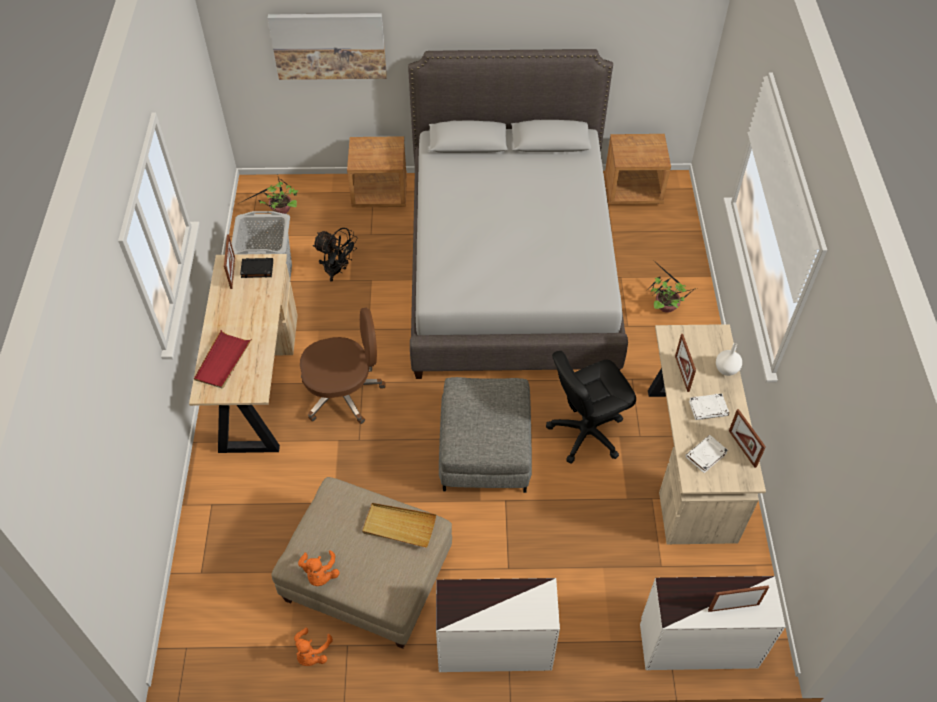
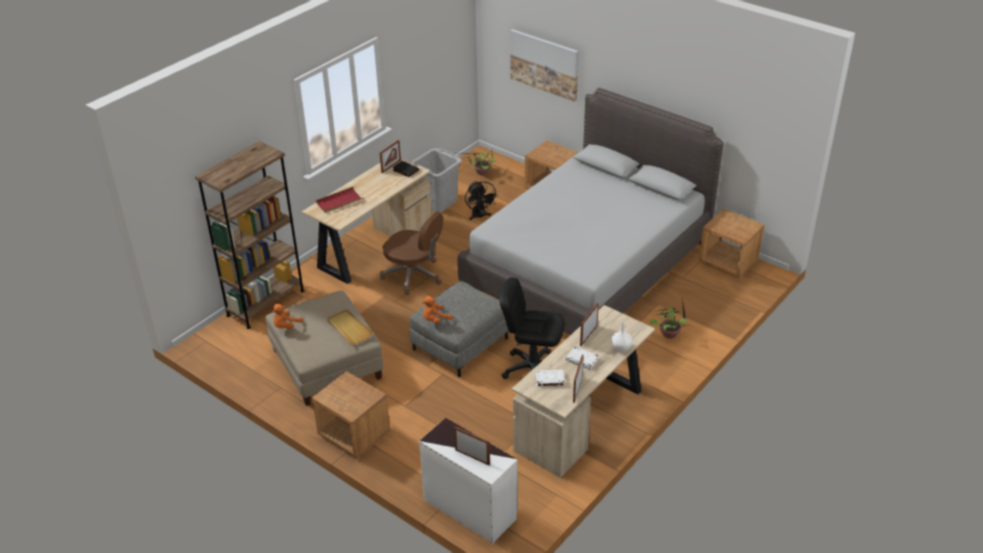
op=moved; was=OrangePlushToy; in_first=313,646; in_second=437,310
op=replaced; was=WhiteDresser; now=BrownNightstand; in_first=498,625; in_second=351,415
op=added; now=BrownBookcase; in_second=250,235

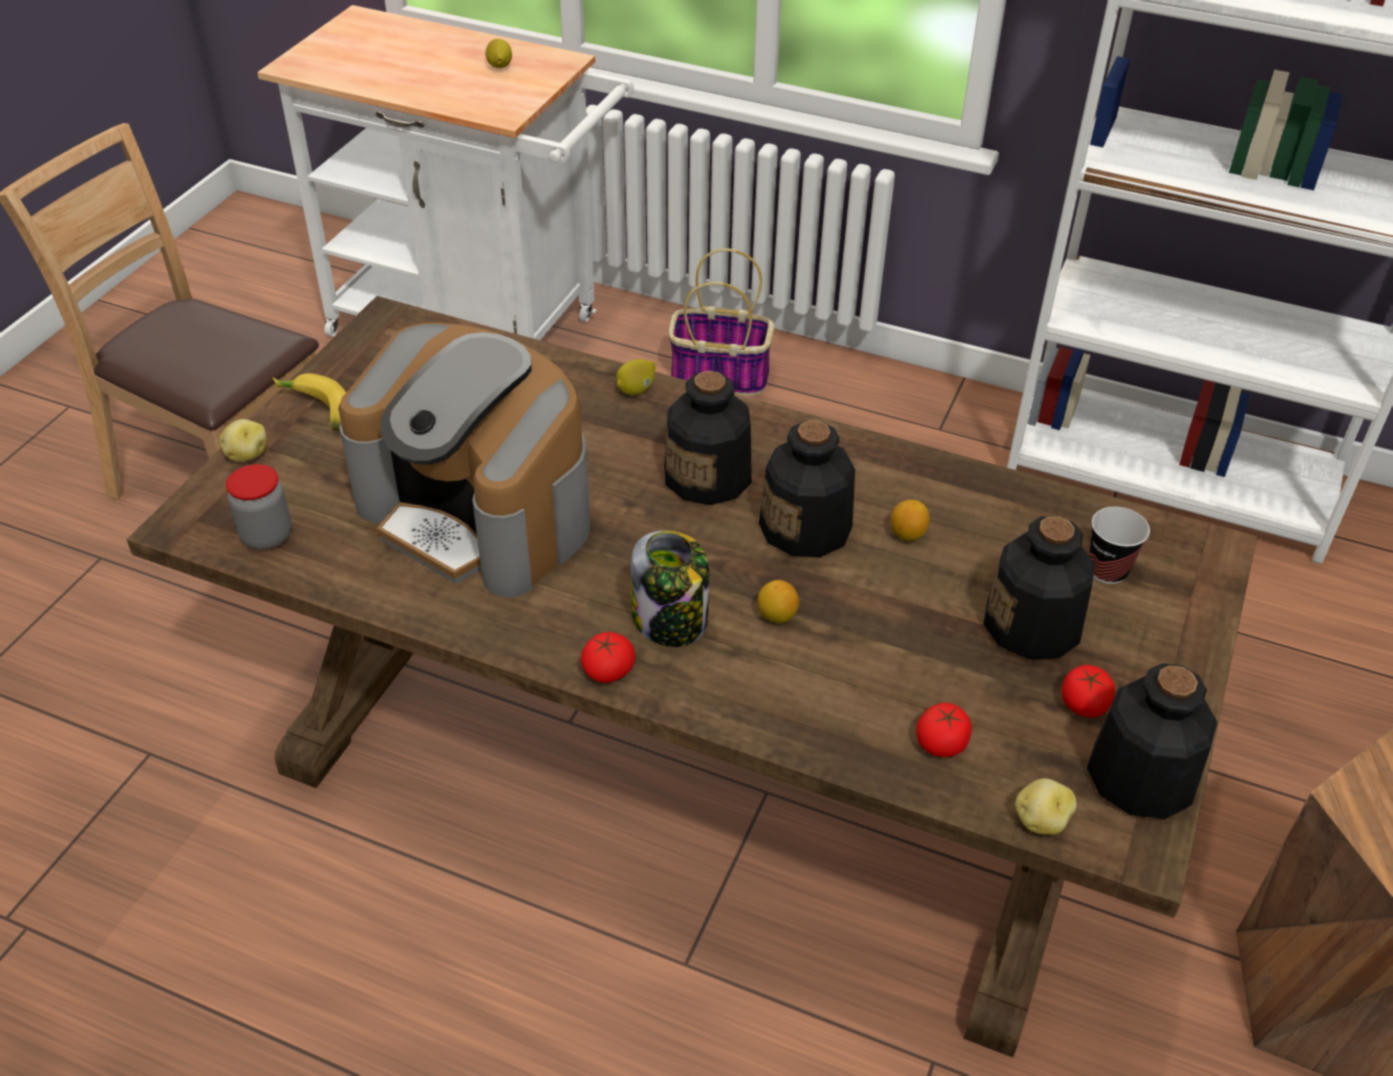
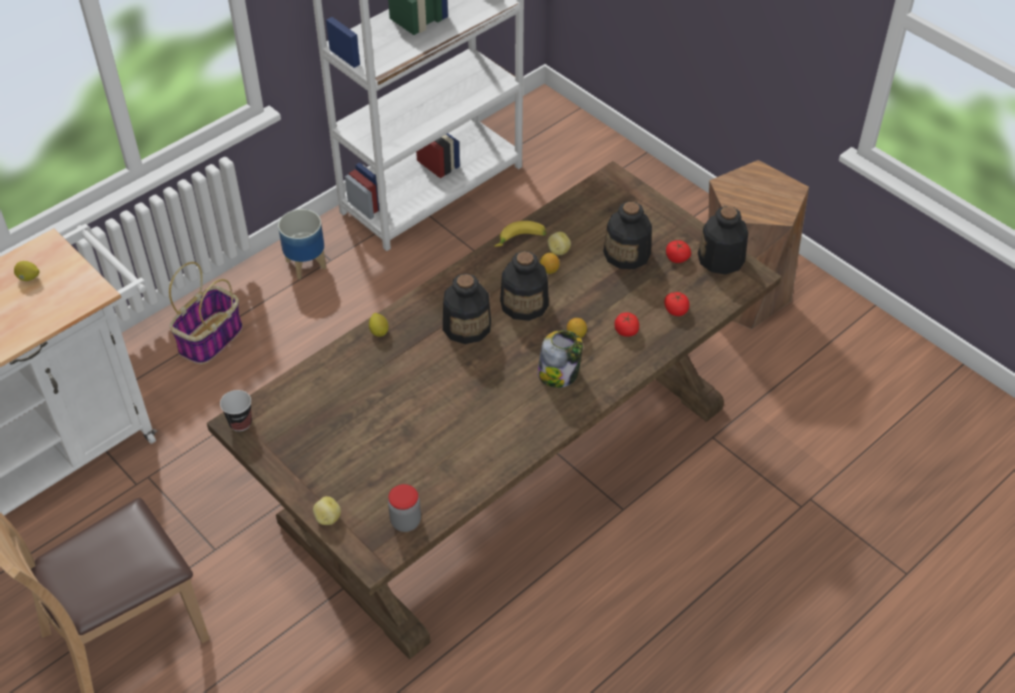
op=moved; was=Banana; in_first=309,402; in_second=520,234
op=removed; was=CoffeeMachine; in_first=464,459
op=moved; was=Tomato; in_first=608,657; in_second=626,324
op=moved; was=Potato; in_first=1046,807; in_second=559,243
op=moved; was=Cup; in_first=1119,545; in_second=236,410
op=added; now=Planter; in_second=302,244

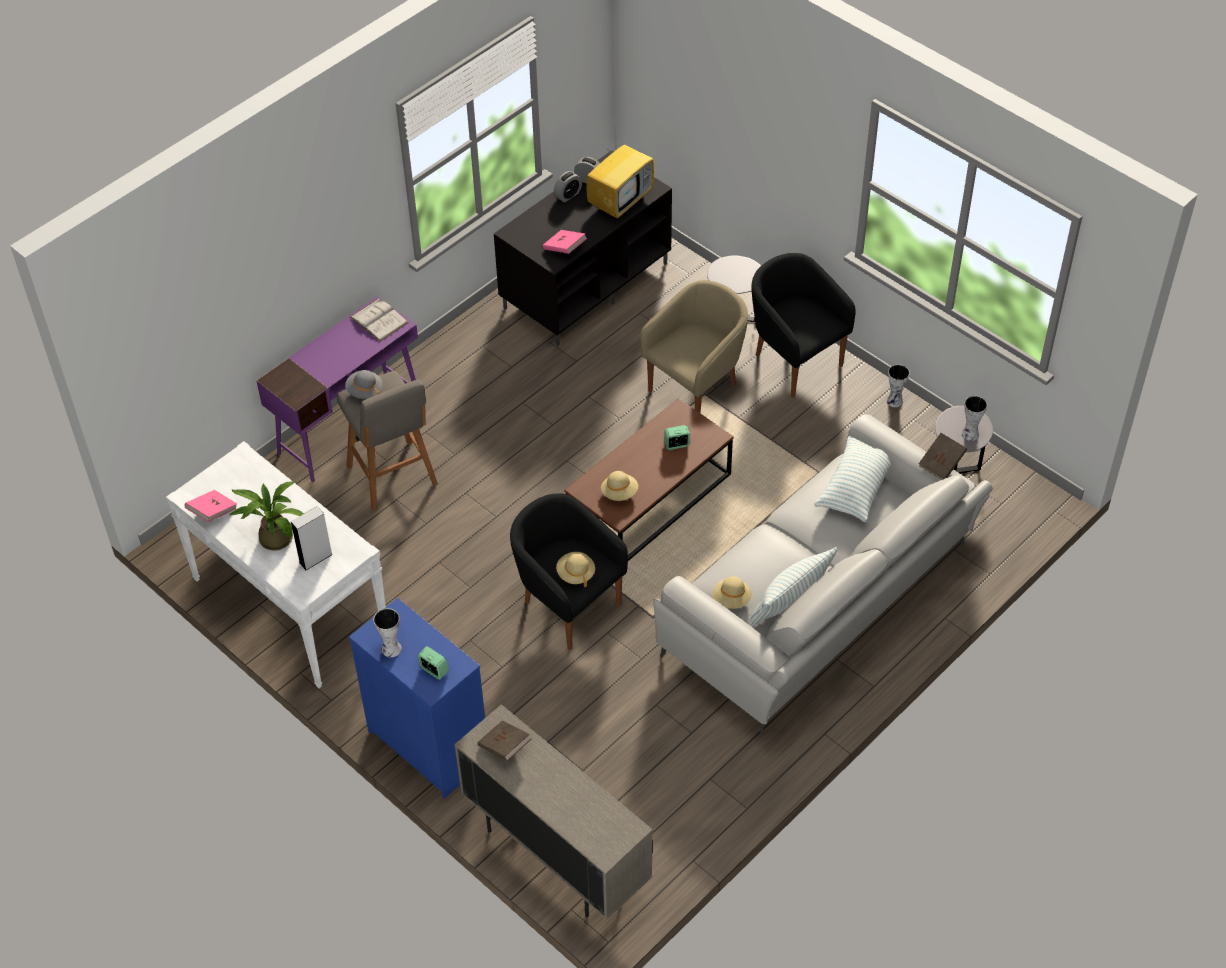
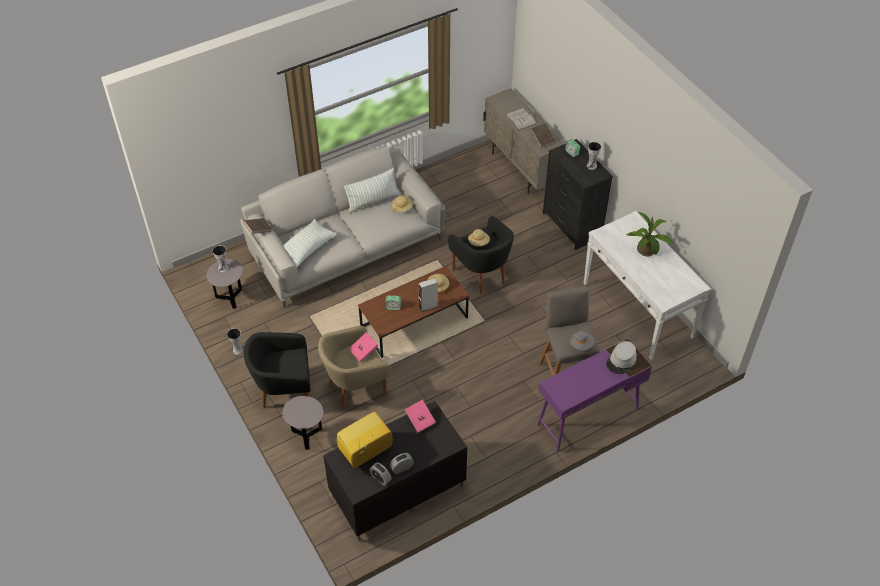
op=moved; was=PinkBook; in_first=210,506; in_second=364,347
op=moved; was=GreySpeaker; in_first=312,538; in_second=428,295
op=recoloured; was=BlueDresser; now=BlackDresser; in_first=417,698; in_second=578,194
op=moved; was=WhiteBook; in_first=379,320; in_second=521,119
op=turned; was=BlackArmchair; in_first=803,325; in_second=277,370; clockwise=105
op=added; now=GreyHat; in_second=621,357

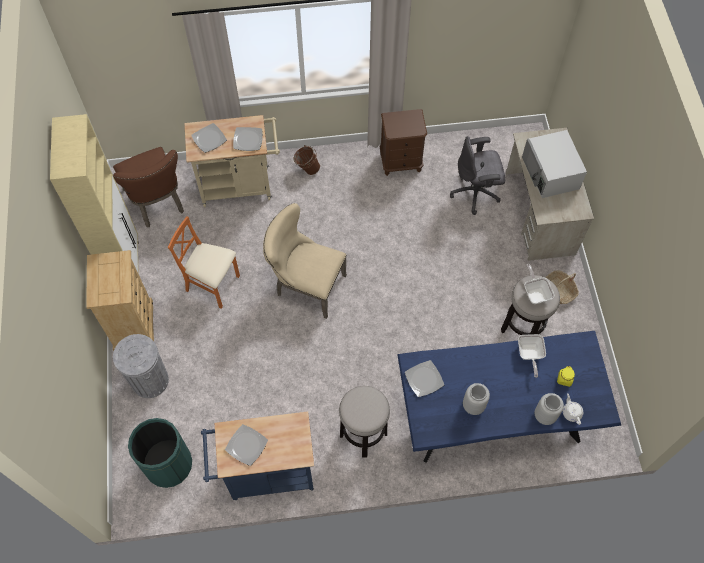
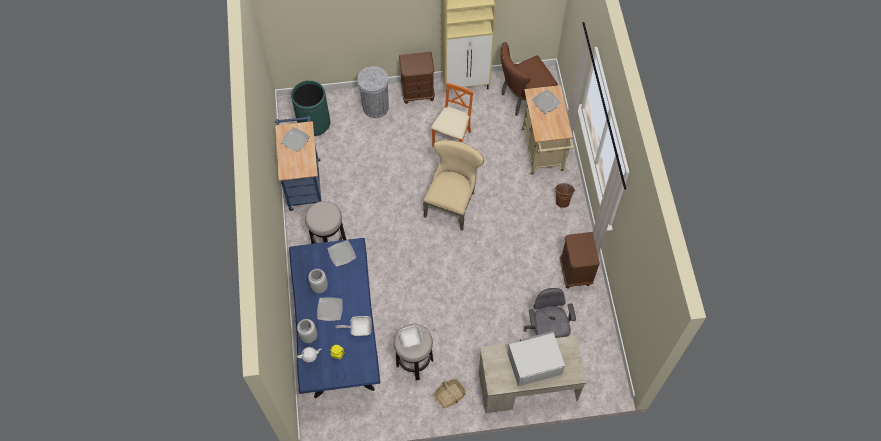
op=replaced; was=BeigeDresser; now=BrownNightstand; in_first=120,300; in_second=417,78
op=moved; was=Plate; in_first=248,139; in_second=330,309

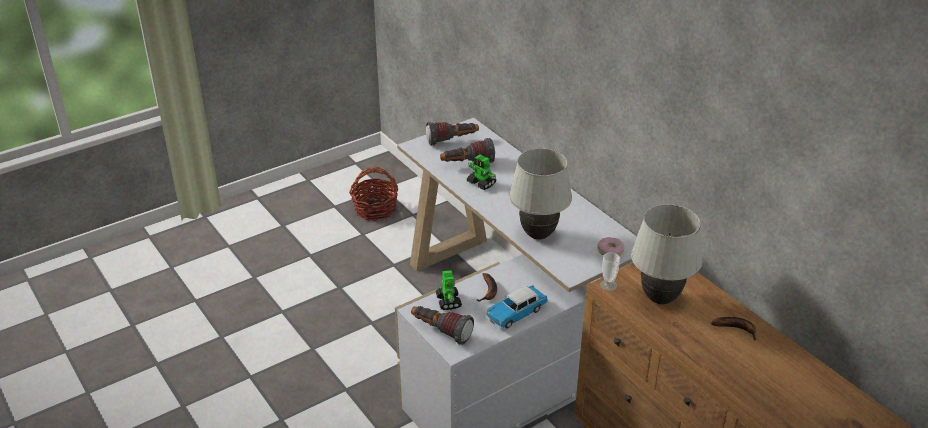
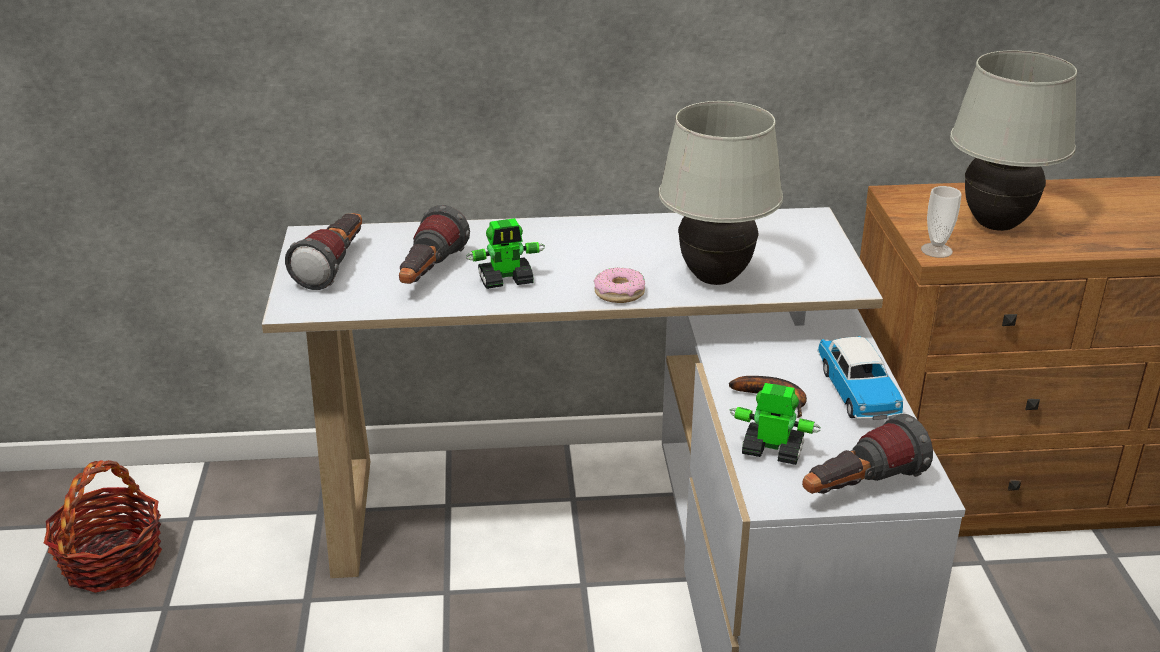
op=moved; was=Donut; in_first=611,246; in_second=619,285
op=removed; was=Banana; in_first=734,329

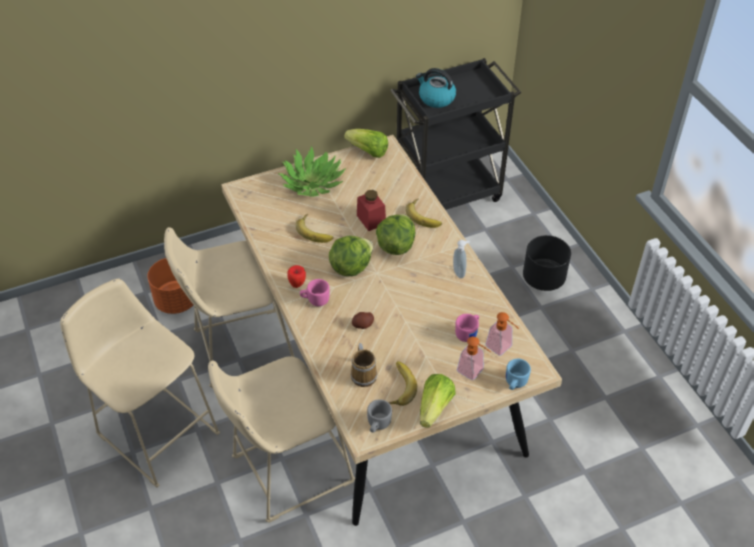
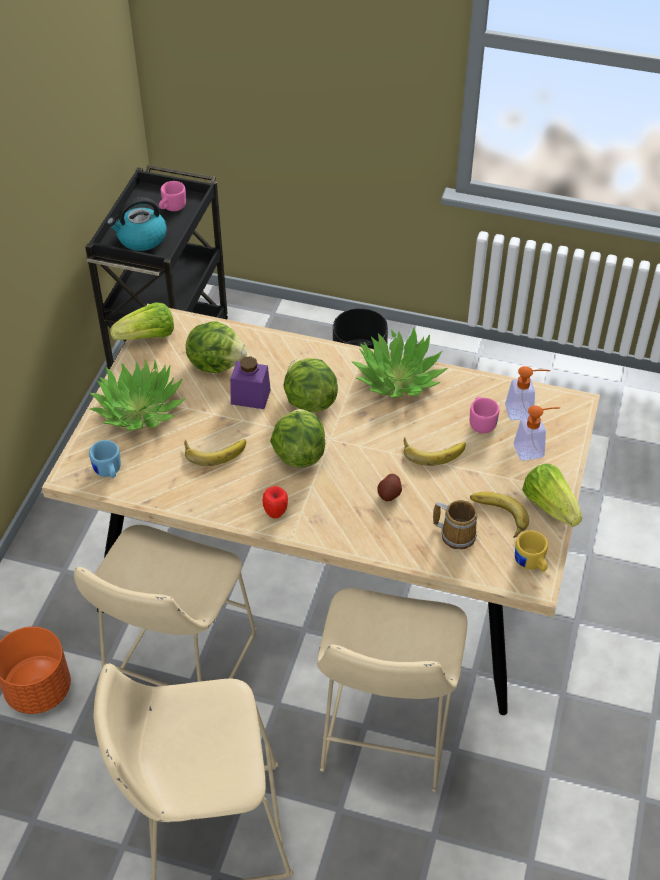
op=moved; was=PinkMug; in_first=315,292; in_second=172,196
op=recoloured; was=RedJar; now=PurpleJar; in_first=371,210; in_second=250,382
op=recoloured; was=GreyMug; now=YellowMug; in_first=379,416; in_second=531,551
op=moved; was=Banana; in_first=423,213; in_second=435,452
op=replaced; was=SoapDispenser; now=PottedPlant; in_first=461,259; in_second=400,362
op=moved; was=BlueMug; in_first=518,374; in_second=105,459
op=added; now=Lettuce; in_second=216,347

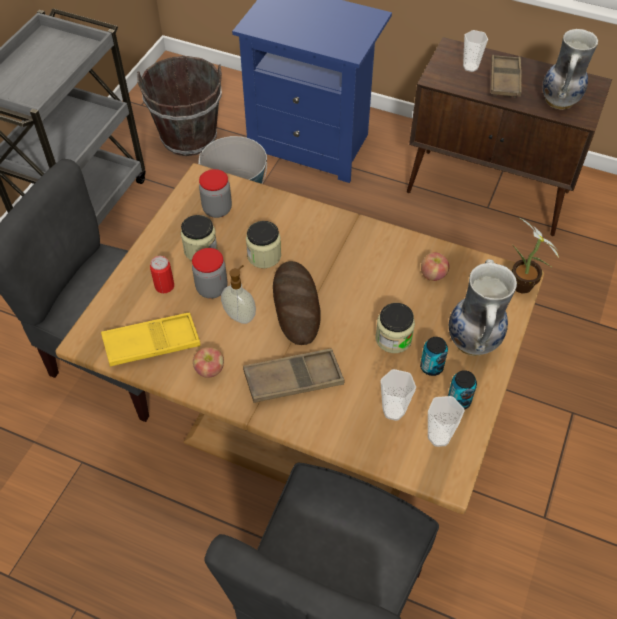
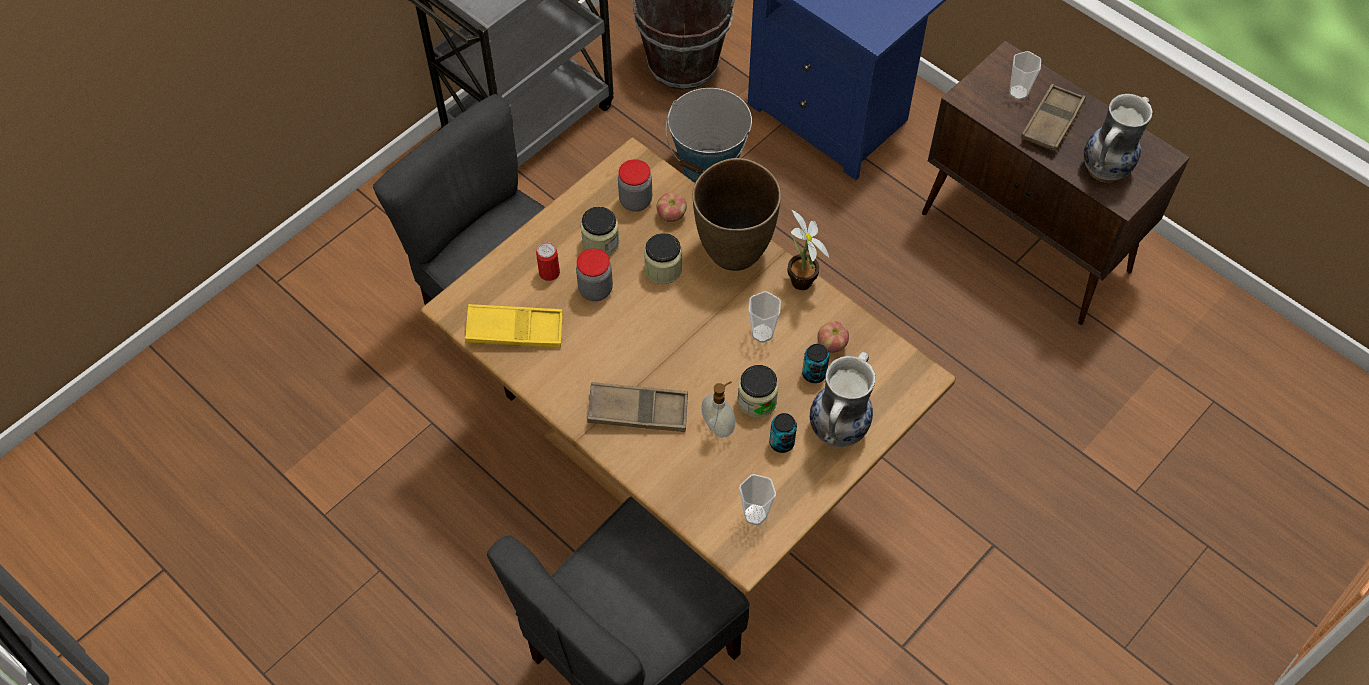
op=moved; was=Apple; in_first=208,362; in_second=672,207
op=moved; was=SoapDispenser; in_first=238,294; in_second=718,409
op=removed; was=Bread; in_first=297,303
op=moved; was=Cup; in_first=398,395; in_second=765,317
op=moved; was=Can; in_first=462,389; in_second=815,363
op=moved; was=PottedPlant; in_first=535,256; in_second=808,250
op=added; now=BrownVase; in_second=736,214

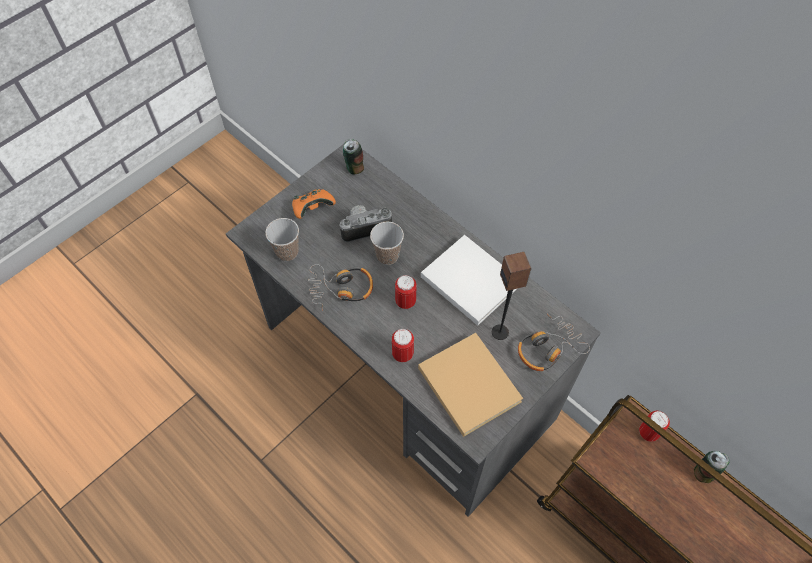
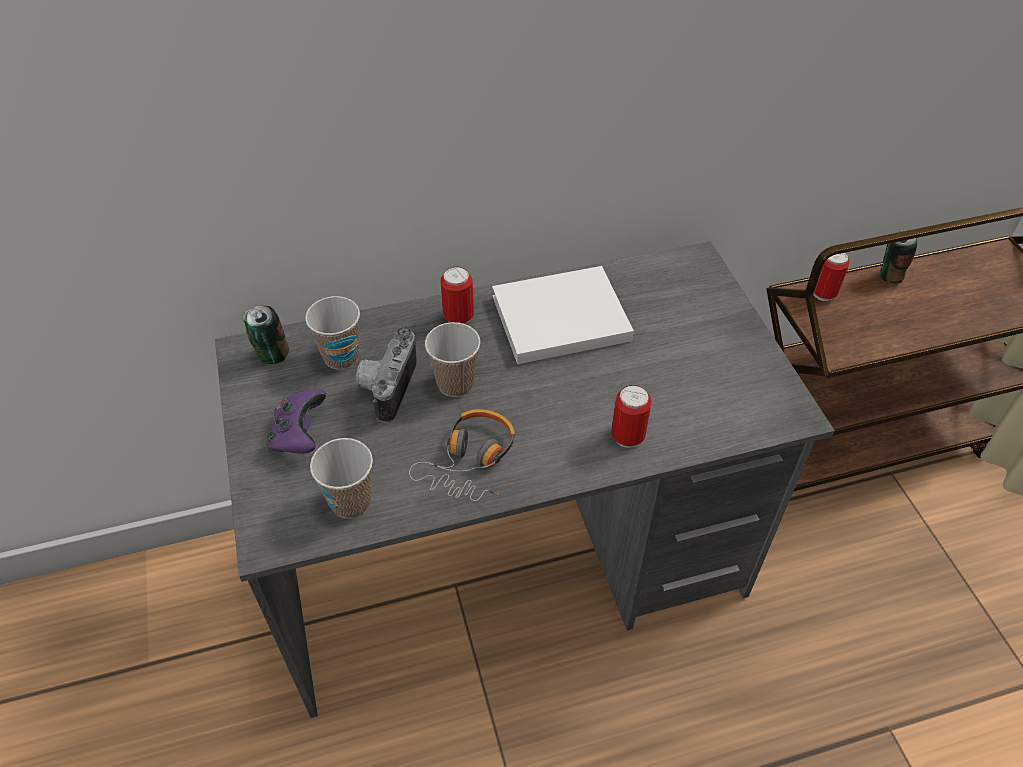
op=recoloured; was=OrangeGameController; now=PurpleGameController; in_first=314,204; in_second=296,421
op=moved; was=Can; in_first=405,292; in_second=457,295
op=removed; was=BeigeBook; in_first=470,385
op=removed; was=Speaker; in_first=512,296
op=removed; was=Headphones; in_first=554,342
op=added; now=Cup; in_second=332,333

